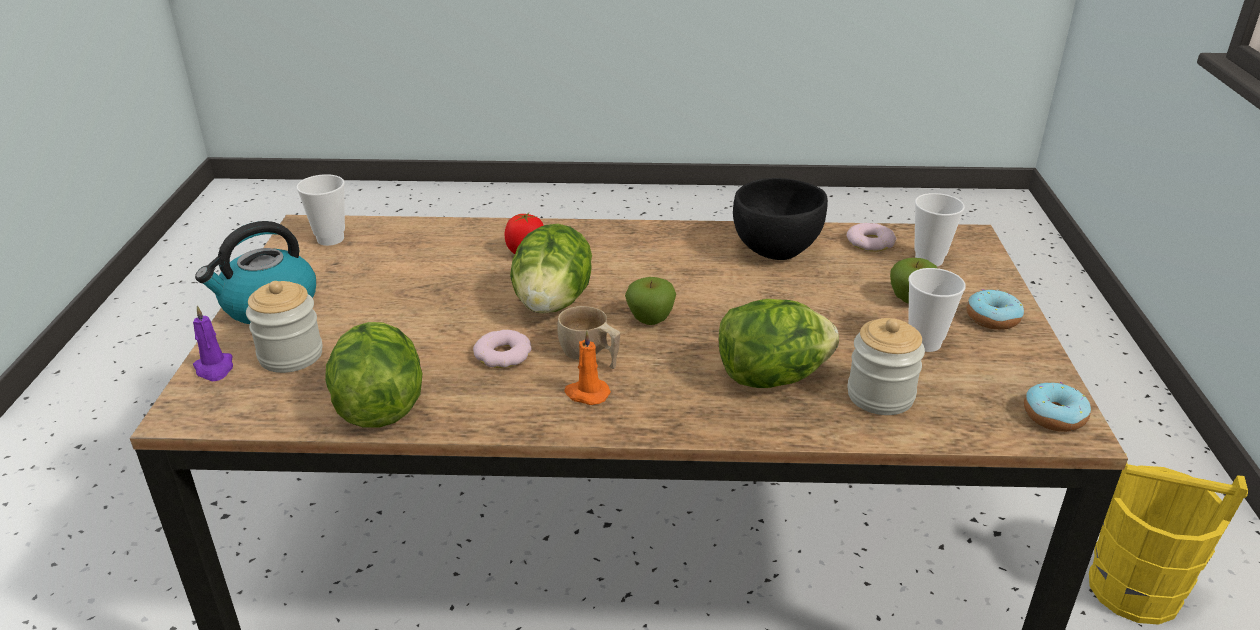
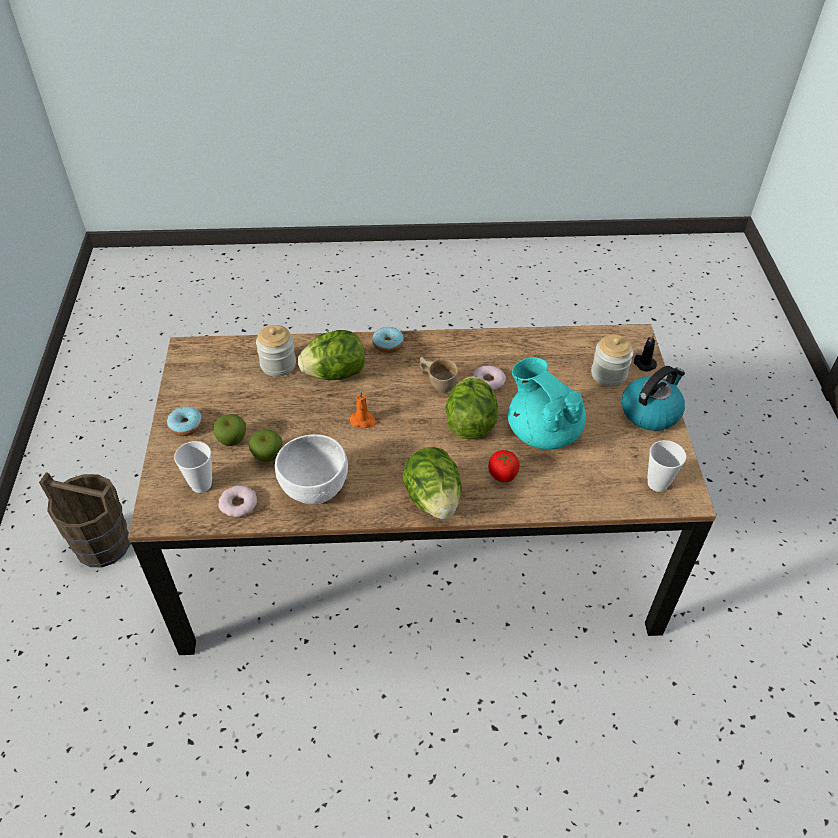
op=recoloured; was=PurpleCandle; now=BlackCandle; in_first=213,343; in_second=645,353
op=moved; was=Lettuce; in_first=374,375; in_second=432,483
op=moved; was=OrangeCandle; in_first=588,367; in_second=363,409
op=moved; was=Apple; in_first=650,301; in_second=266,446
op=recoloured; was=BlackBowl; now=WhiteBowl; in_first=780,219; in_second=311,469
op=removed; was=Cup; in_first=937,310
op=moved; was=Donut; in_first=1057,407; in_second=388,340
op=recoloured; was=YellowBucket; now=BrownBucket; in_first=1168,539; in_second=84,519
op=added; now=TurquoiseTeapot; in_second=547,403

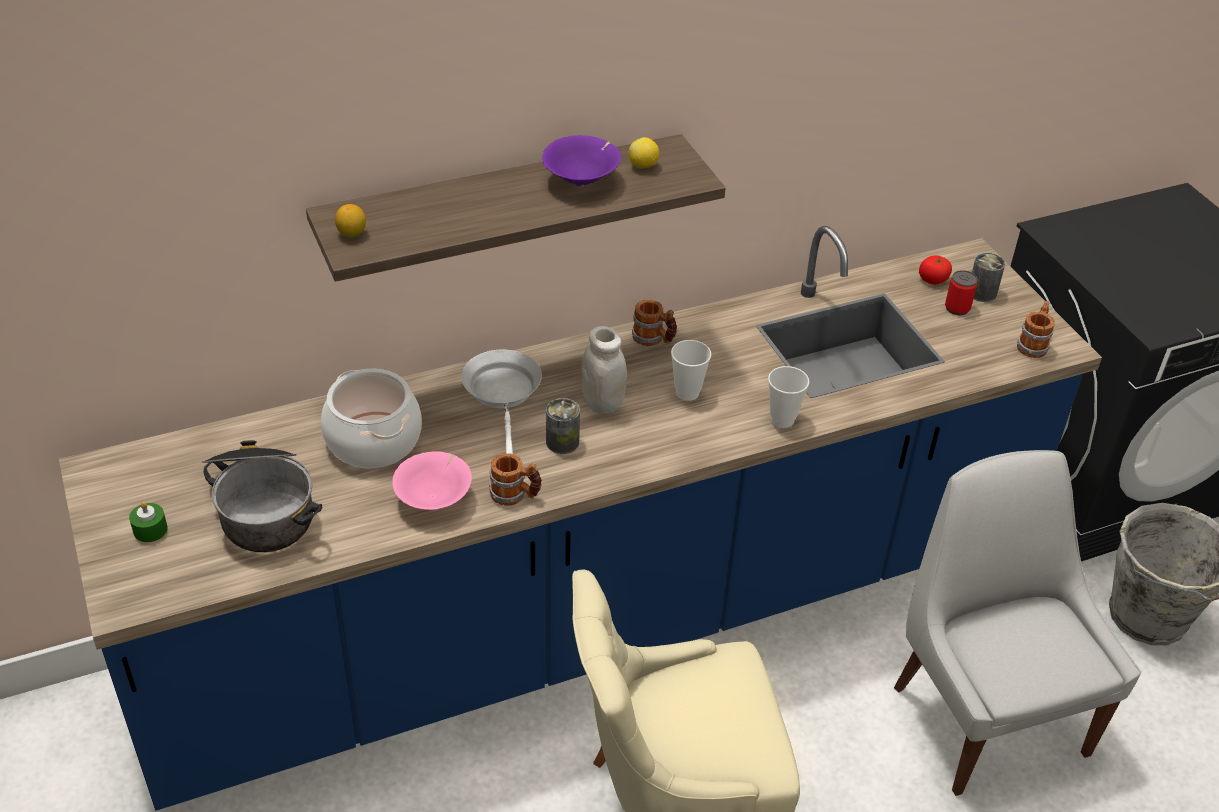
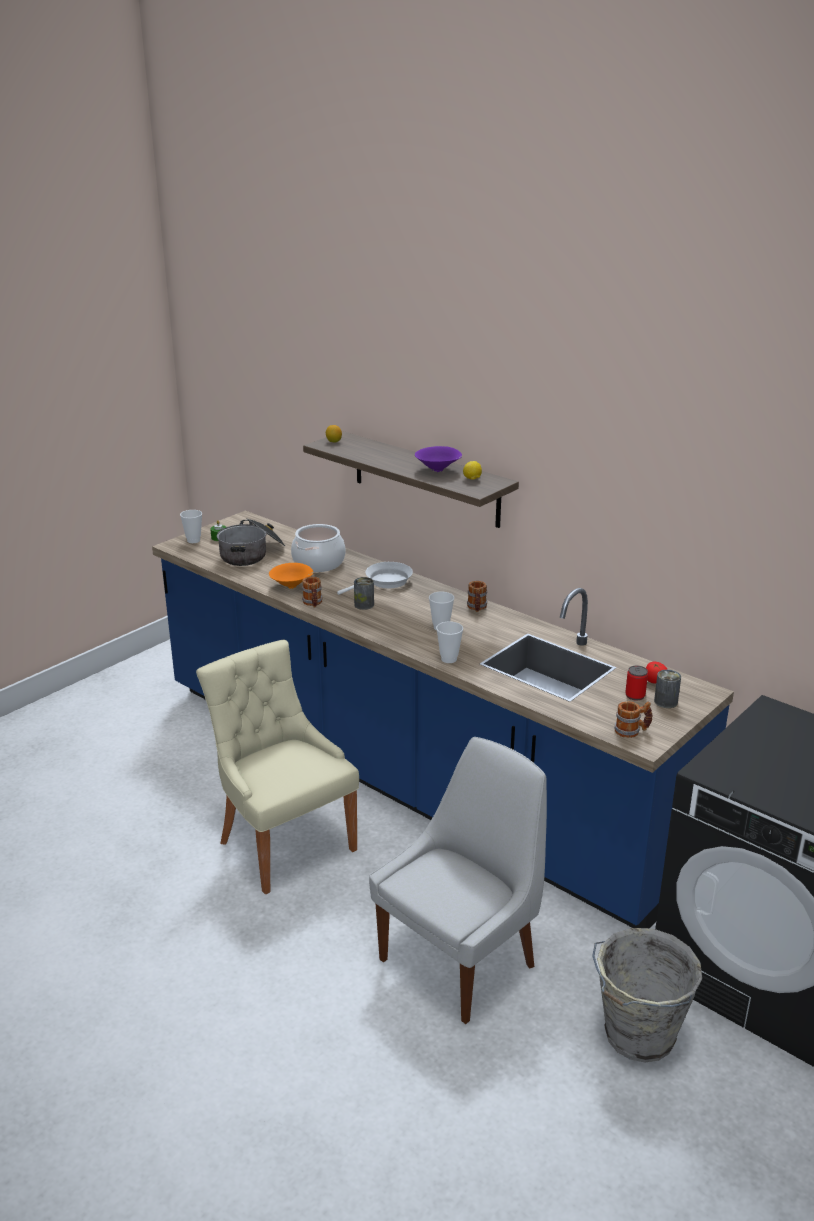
op=recoloured; was=PinkBowl; now=OrangeBowl; in_first=432,480; in_second=291,576
op=removed; was=WhiteJar; in_first=604,370
op=added; now=Cup; in_second=191,526

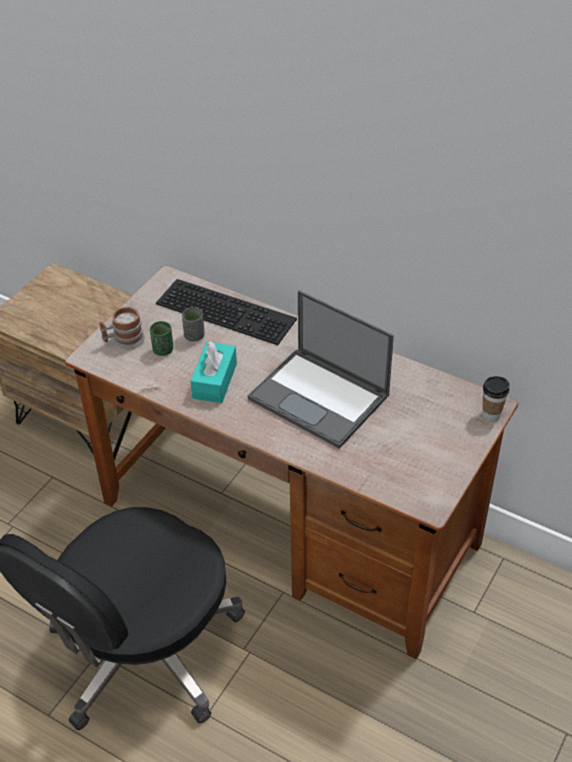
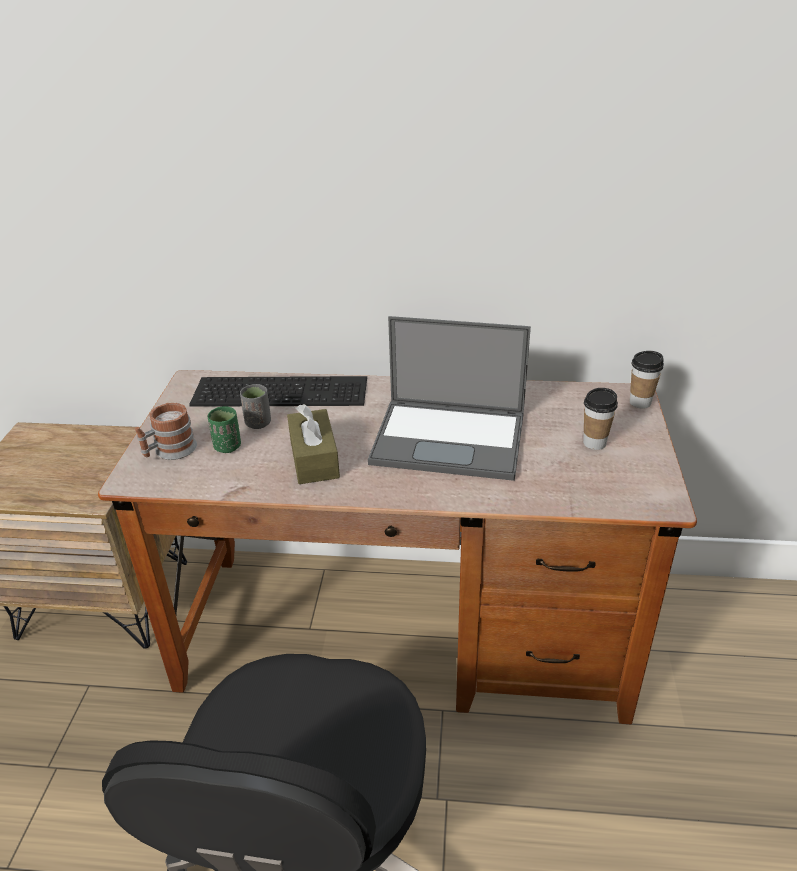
op=recoloured; was=TurquoiseTissueBox; now=BrownTissueBox; in_first=213,372; in_second=313,444
op=added; now=Cup; in_second=600,419

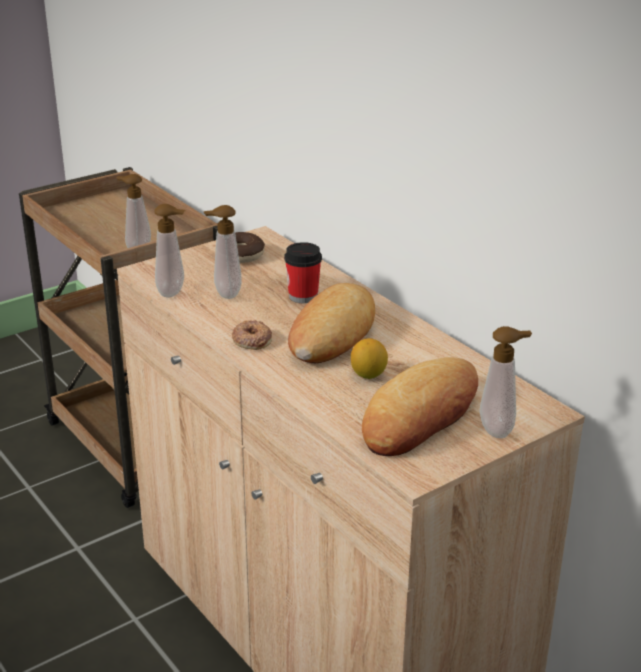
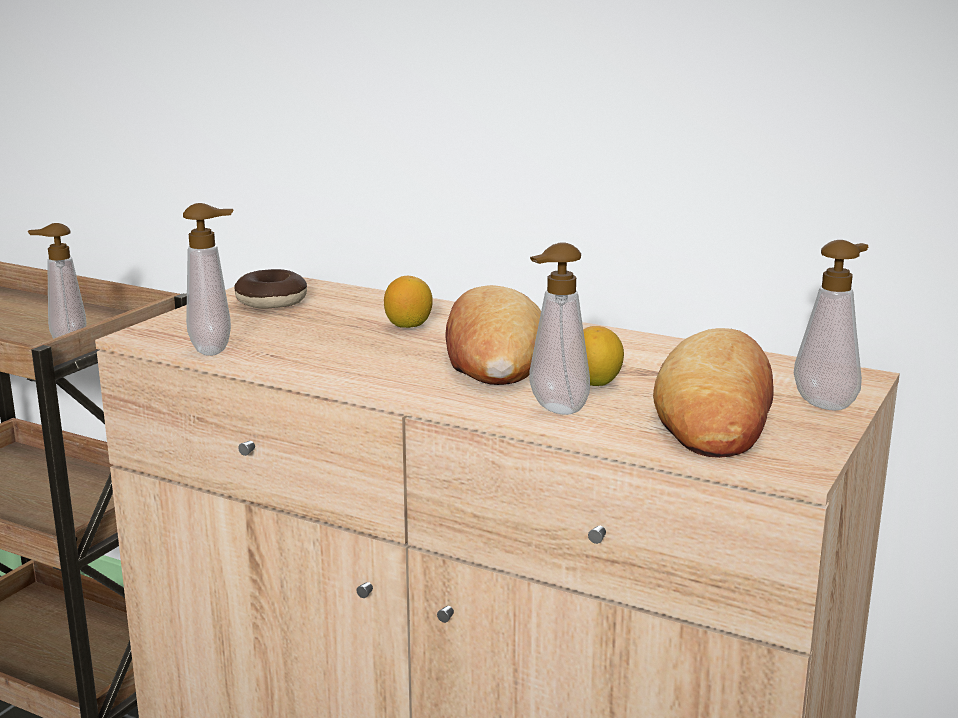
op=moved; was=SoapDispenser; in_first=222,252; in_second=559,328
op=removed; was=Donut; in_first=252,335
op=replaced; was=Cup; now=Lemon; in_first=303,272; in_second=408,302

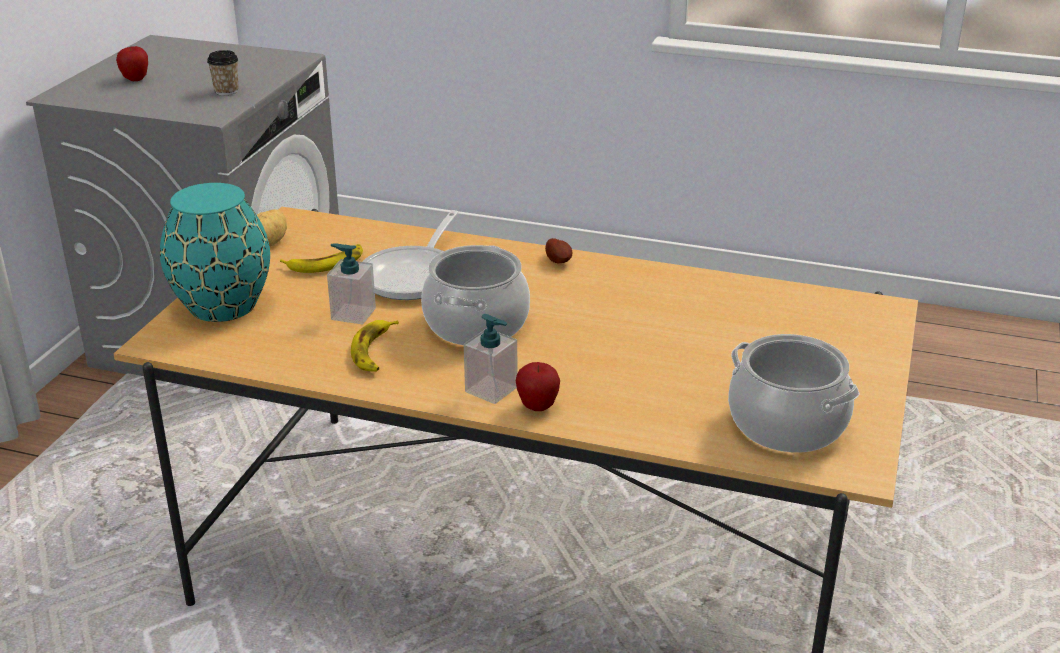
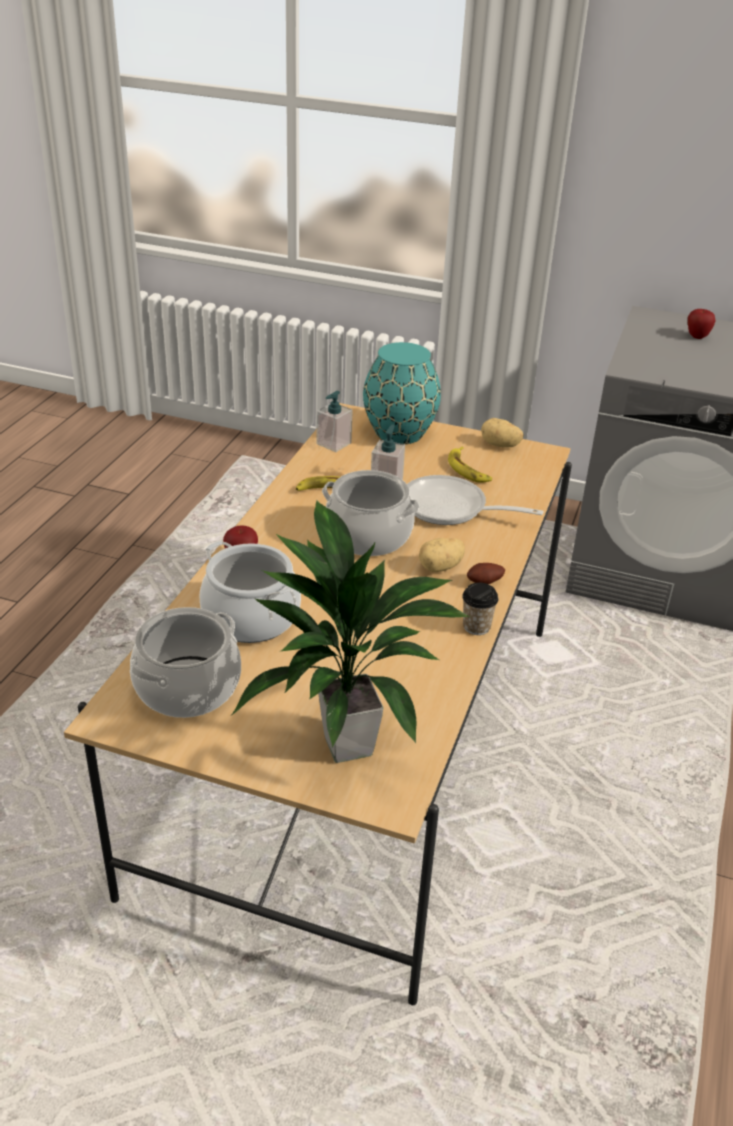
op=moved; was=Cup; in_first=223,72; in_second=480,608
op=moved; was=SoapDispenser; in_first=490,359; in_second=334,421
op=added; now=CookingPot; in_second=250,592
op=added; now=PottedPlant; in_second=351,631
op=added; now=Potato; in_second=442,555

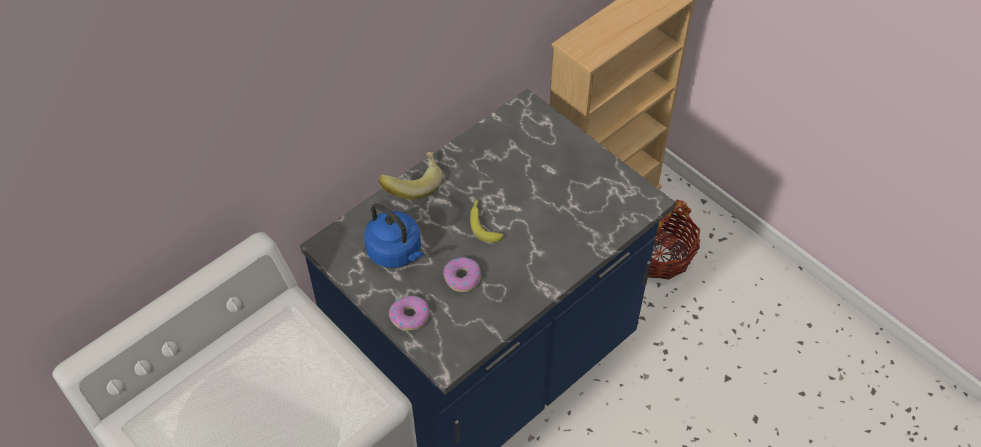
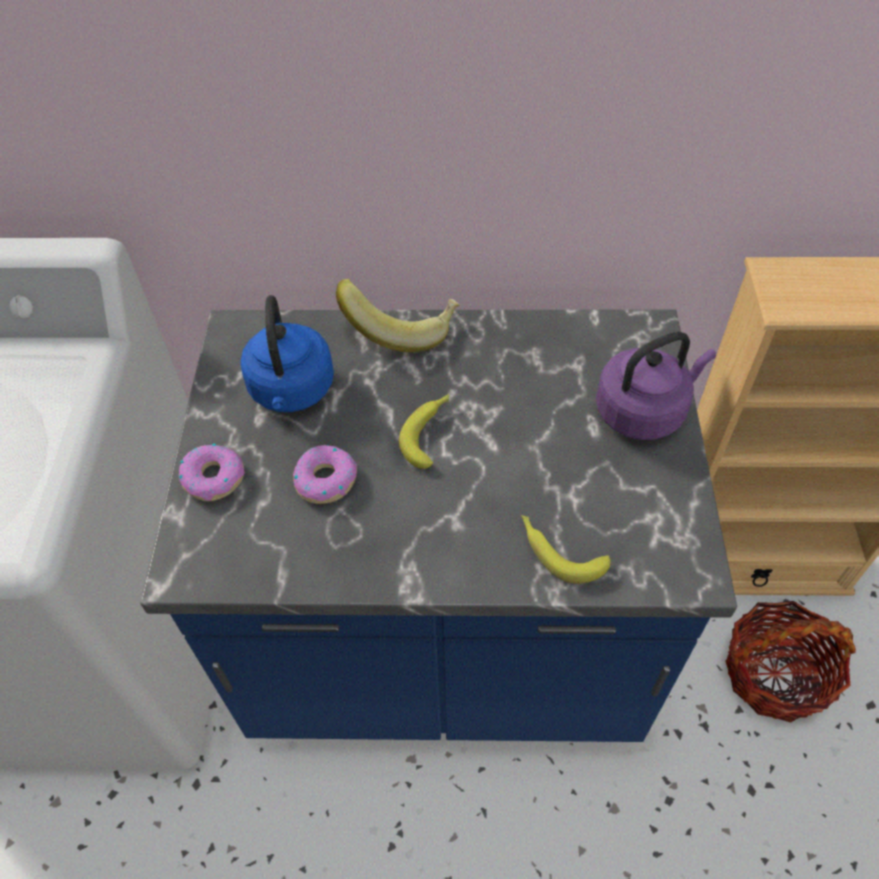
op=added; now=Banana; in_second=566,549
op=added; now=PurpleKettle; in_second=656,386

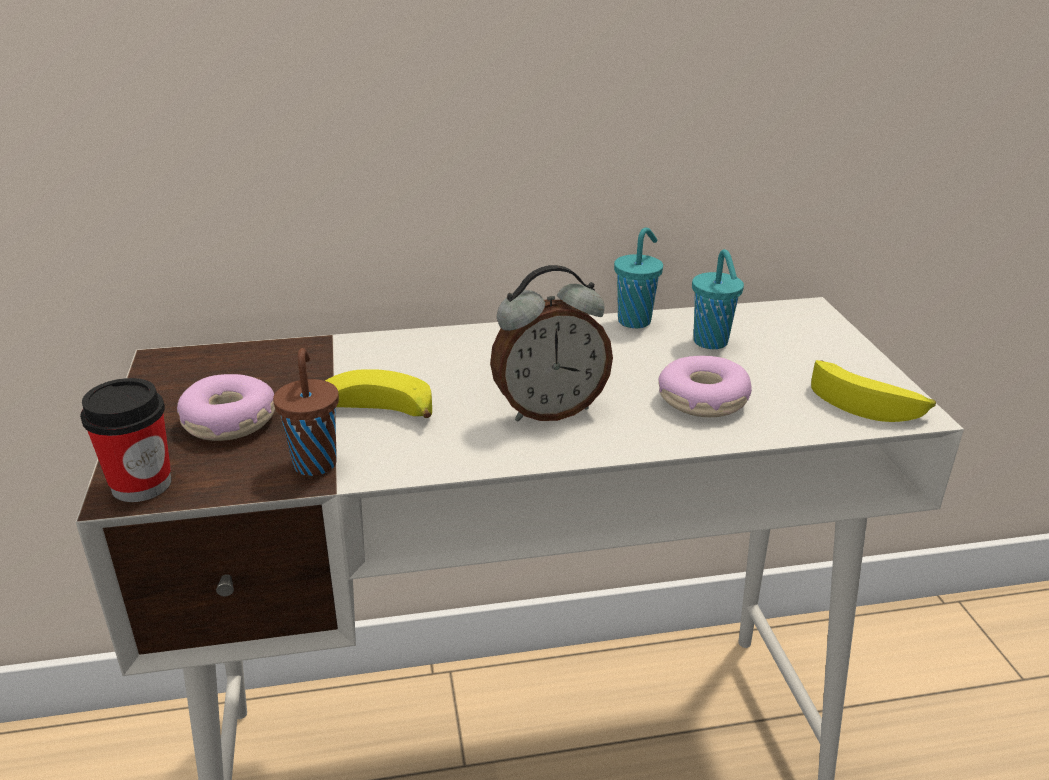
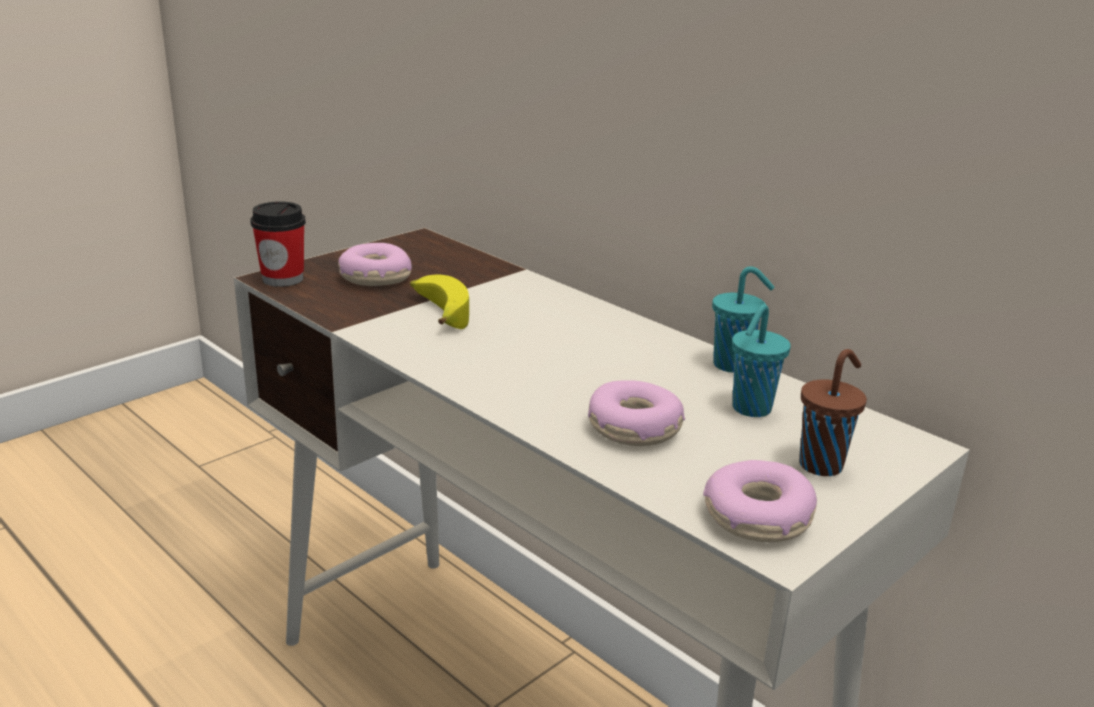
op=moved; was=BrownCup; in_first=306,412; in_second=833,412
op=removed; was=AlarmClock; in_first=551,343
op=replaced; was=Banana; now=Donut; in_first=873,391; in_second=760,501

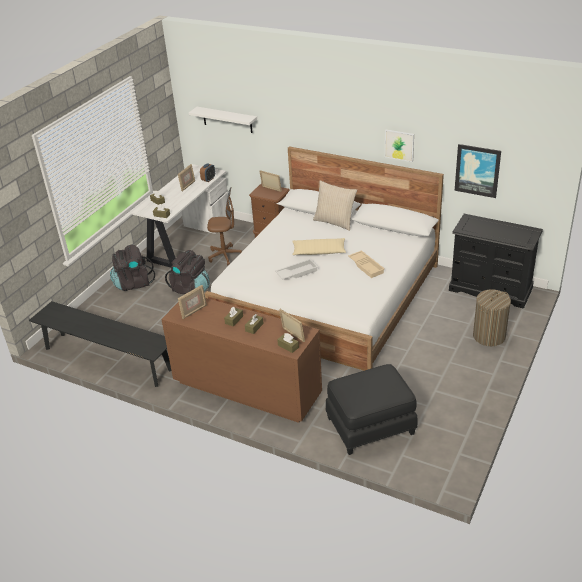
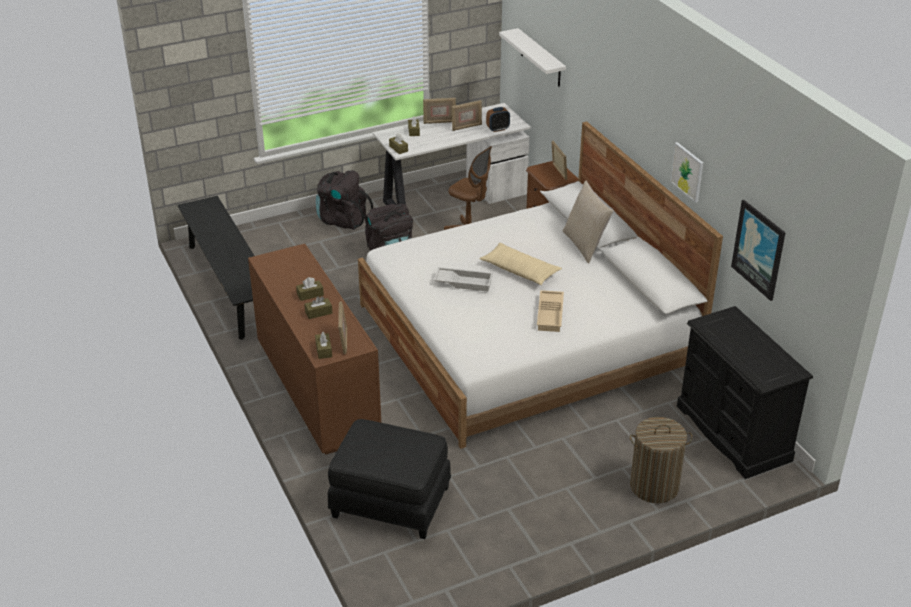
op=moved; was=PictureFrame; in_first=192,302; in_second=439,111

